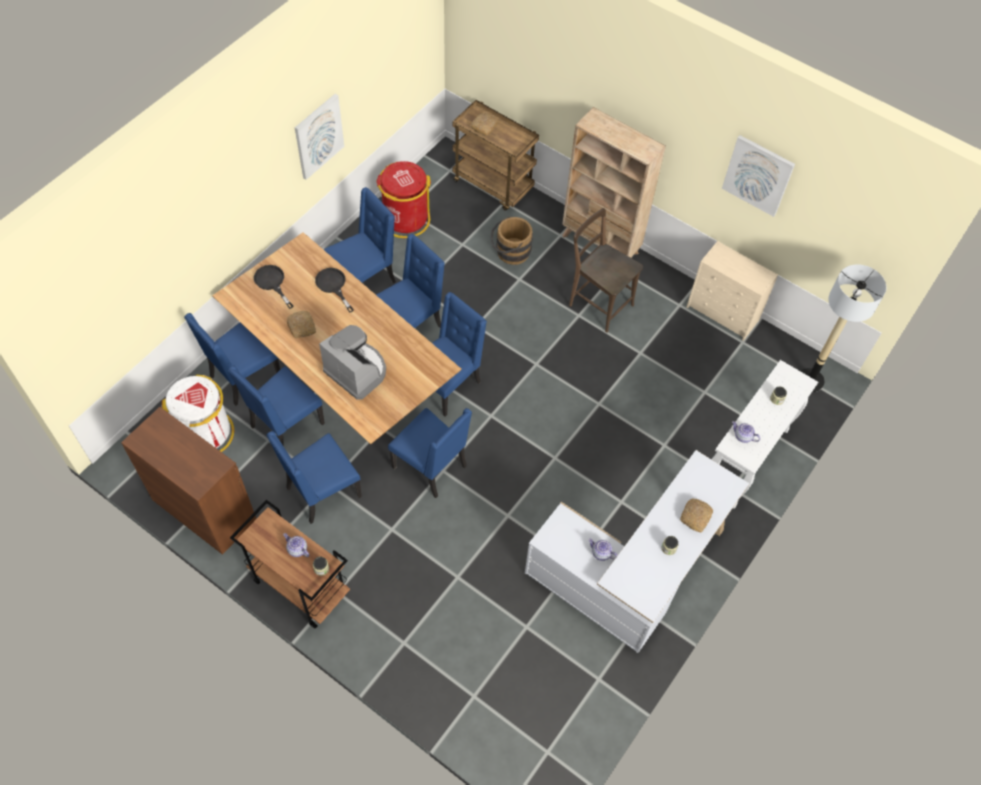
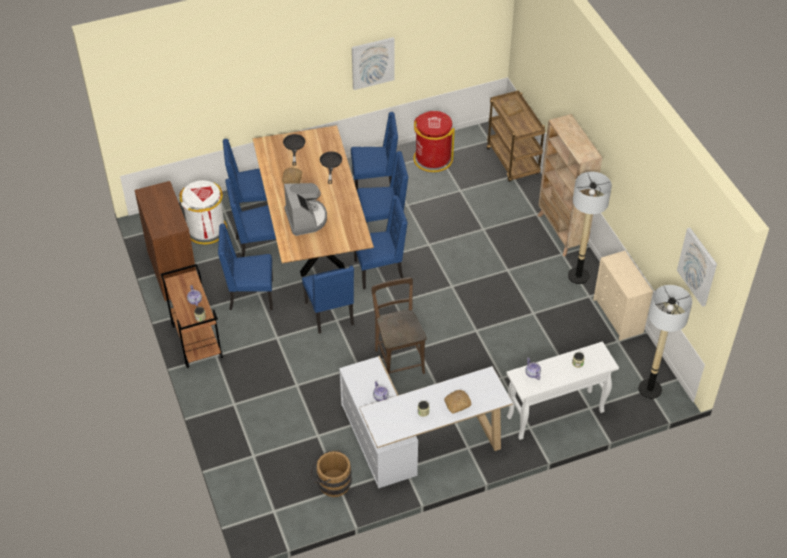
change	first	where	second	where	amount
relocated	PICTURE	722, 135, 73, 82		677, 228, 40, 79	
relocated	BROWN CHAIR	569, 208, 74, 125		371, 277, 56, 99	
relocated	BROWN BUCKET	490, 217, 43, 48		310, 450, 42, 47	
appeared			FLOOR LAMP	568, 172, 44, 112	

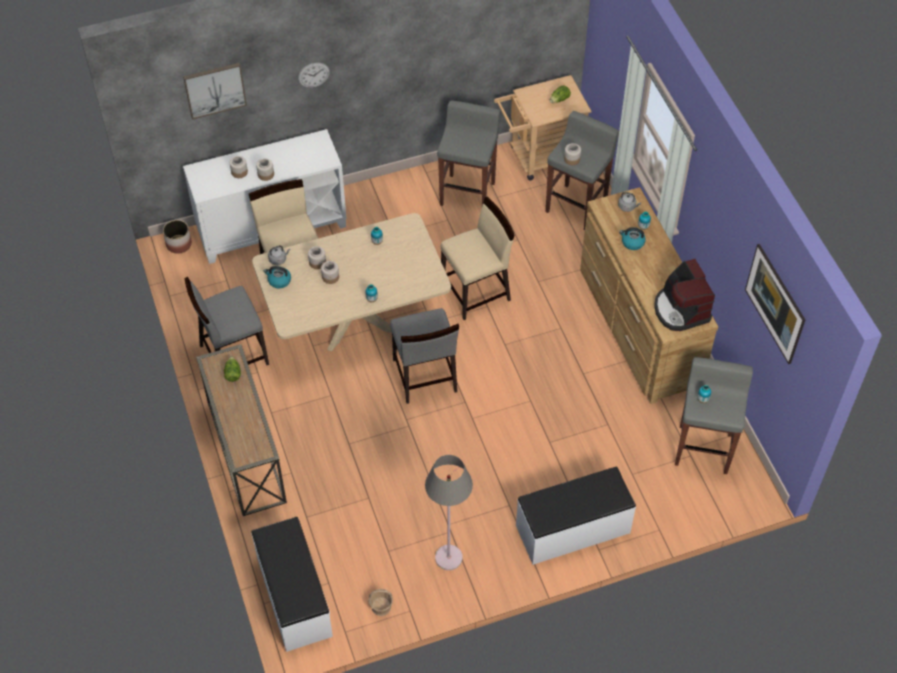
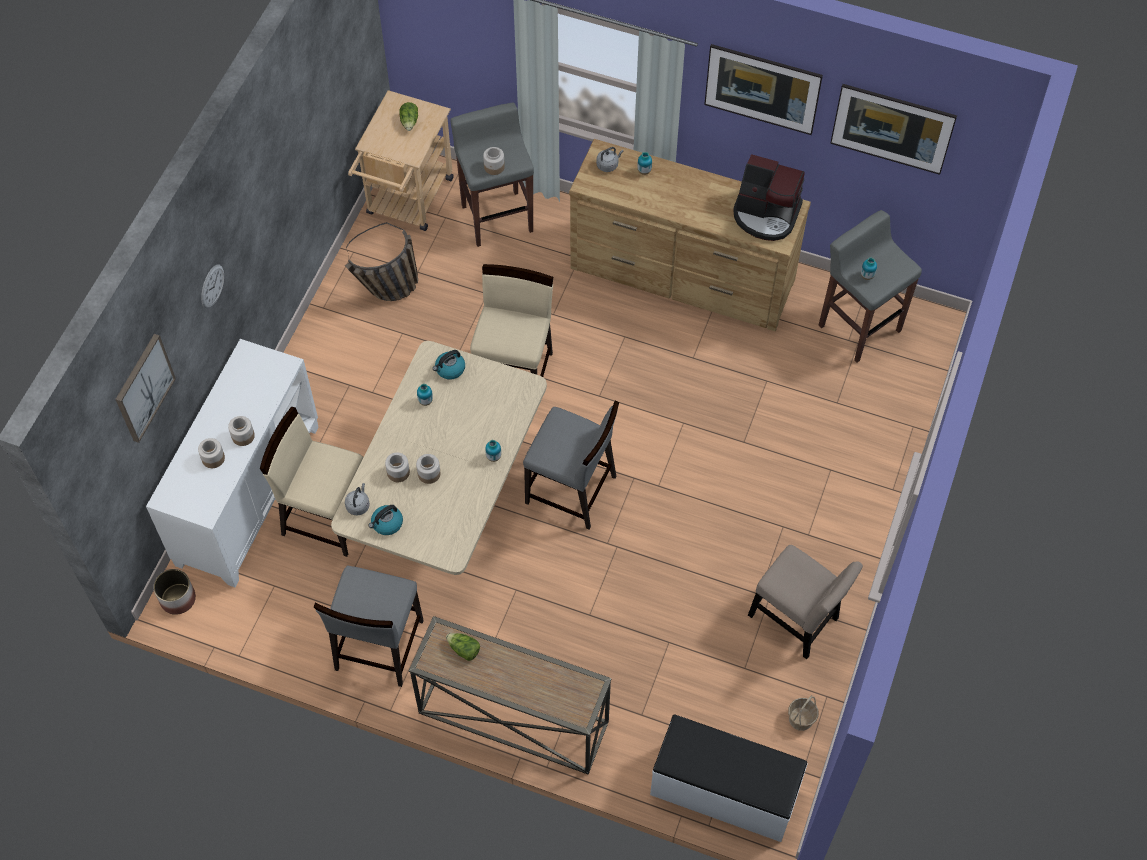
change	first	where	second	where	amount
exchanged	GREY STOOL	437, 101, 63, 105	BASKET	345, 222, 73, 79	
relocated	KETTLE	619, 227, 27, 23		433, 350, 32, 30	
exchanged	GREY FLOOR LAMP	425, 455, 48, 115	BEIGE CHAIR	748, 545, 115, 114	
missing	WHITE BENCH	516, 467, 120, 98			
appeared			PICTURE	704, 44, 119, 91	

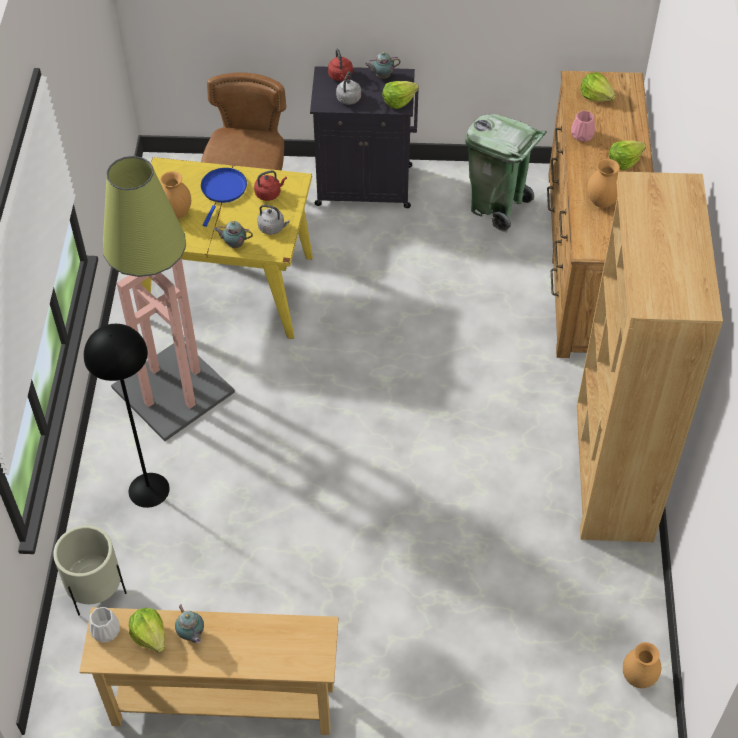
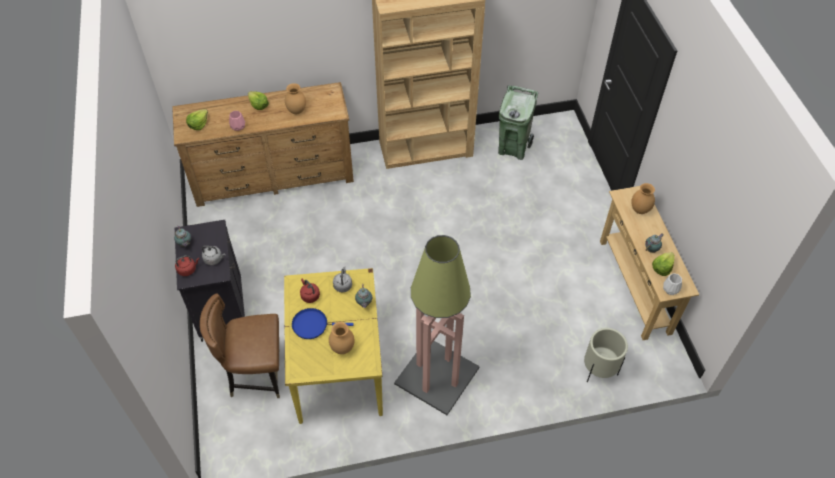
change	first	where	second	where	amount
missing	LETTUCE	382, 81, 37, 28			
relocated	GREEN TRASH CAN	465, 114, 82, 118		498, 85, 40, 75	
missing	BLACK FLOOR LAMP	84, 324, 86, 184			
relocated	BROWN VASE	623, 642, 38, 46		631, 183, 24, 31	

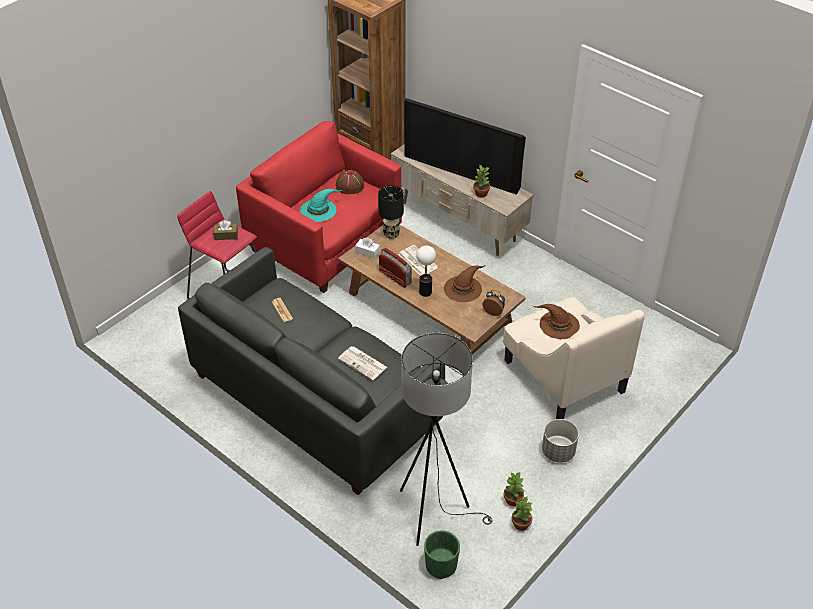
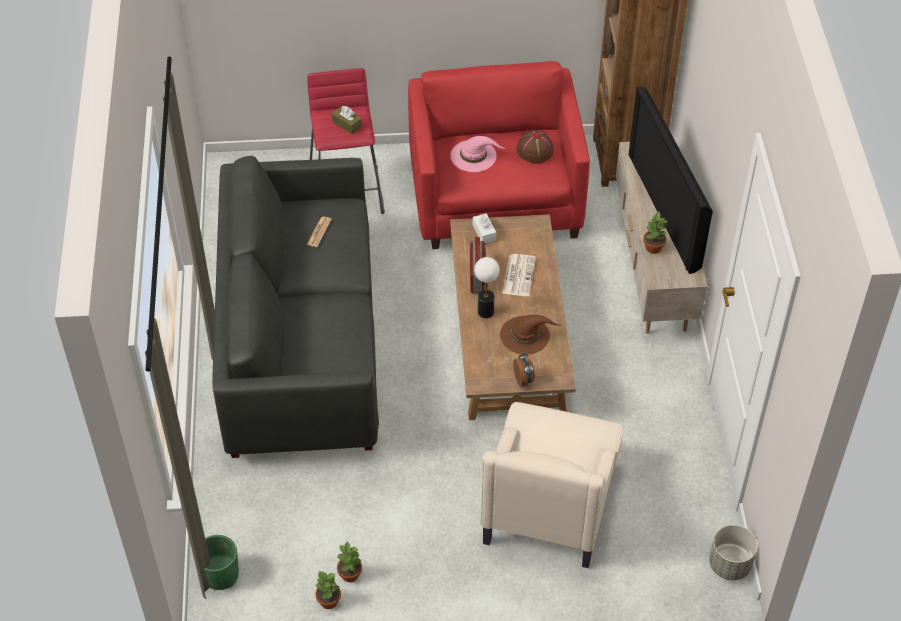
change	first	where	second	where	amount
missing	BLACK TABLE LAMP	378, 185, 26, 54			
colour	TURQUOISE HAT	300, 189, 42, 33	PINK HAT	450, 136, 56, 36	
missing	BROWN HAT	533, 304, 47, 35			
missing	GREY FLOOR LAMP	400, 333, 93, 213			
missing	NEWSPAPER	338, 346, 49, 34			
relocated	GREY PLANTER	542, 419, 37, 44		709, 525, 49, 55	

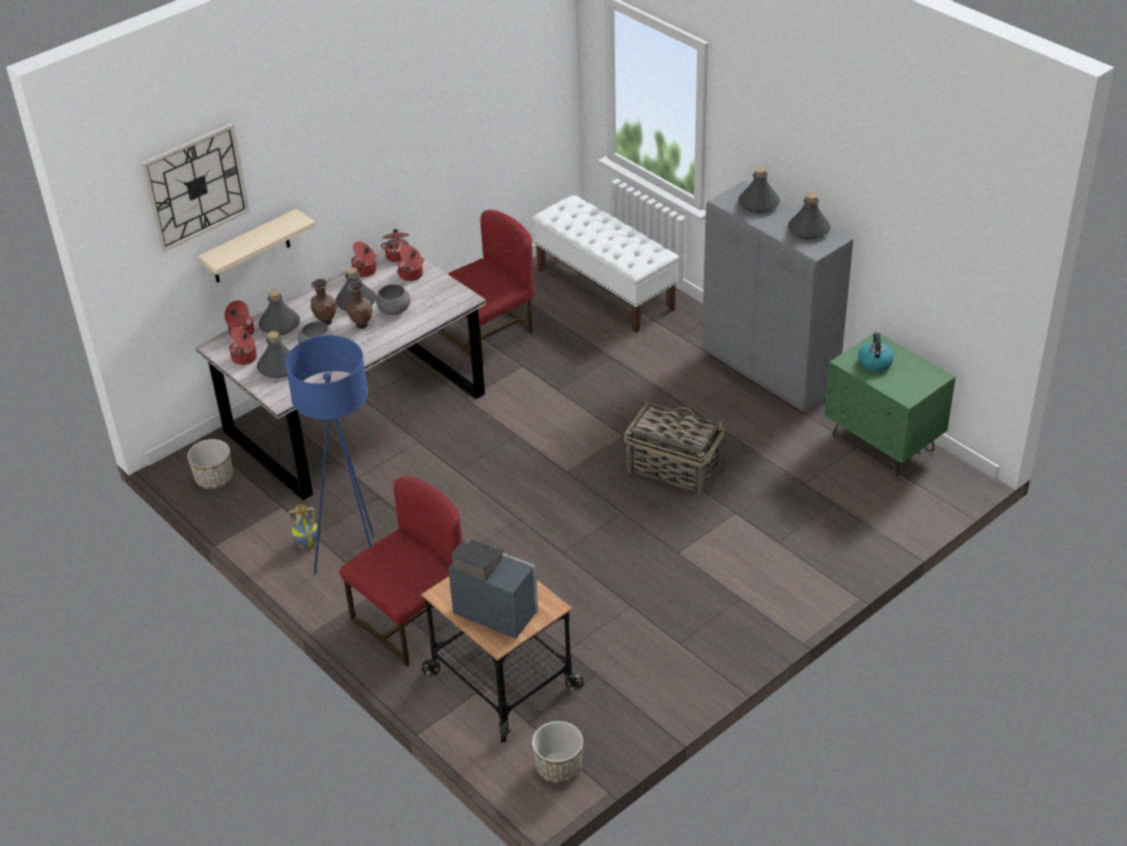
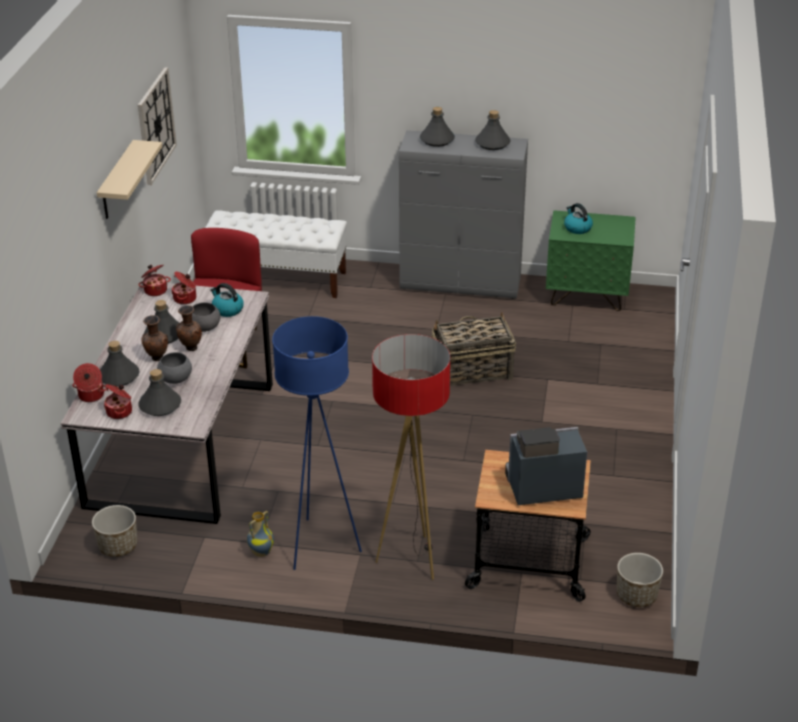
change	first	where	second	where	amount
relocated	WALL CLOCK	141, 123, 109, 129		138, 68, 39, 117	
relocated	BEIGE SHELF	197, 209, 119, 74		97, 140, 66, 79	
missing	COOKING POT	351, 241, 25, 36			
exchanged	RED CHAIR	340, 476, 122, 190	FLOOR LAMP	372, 334, 78, 246	
appeared			KETTLE	210, 283, 34, 34	

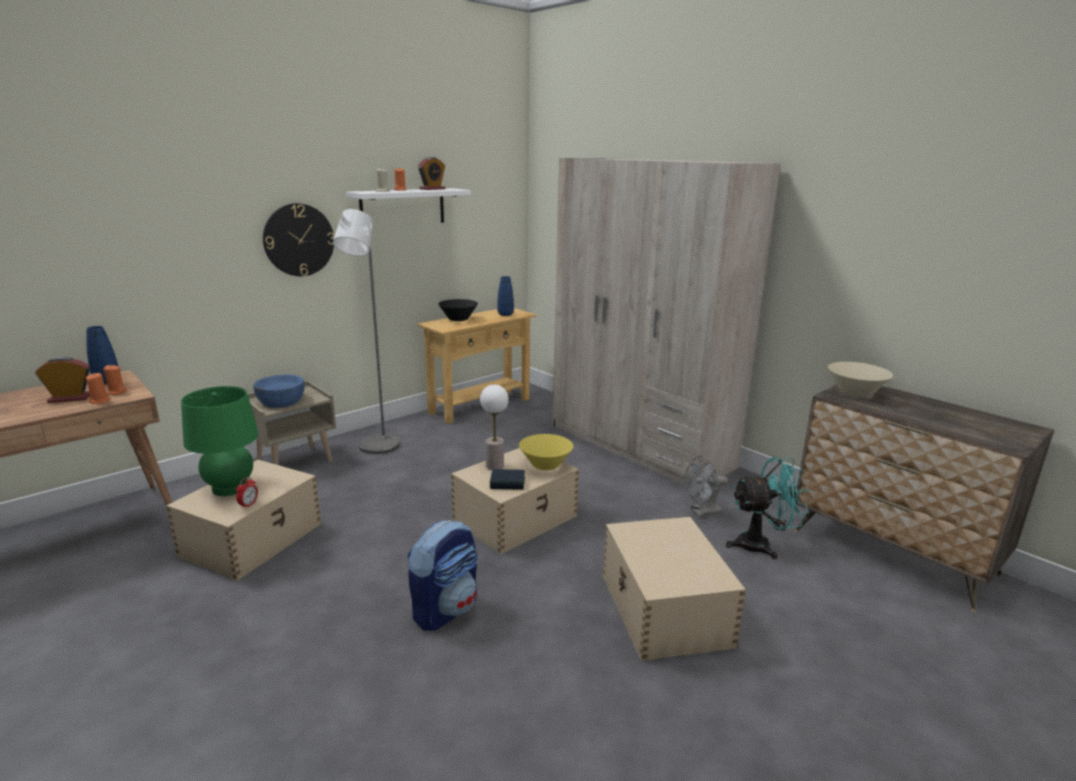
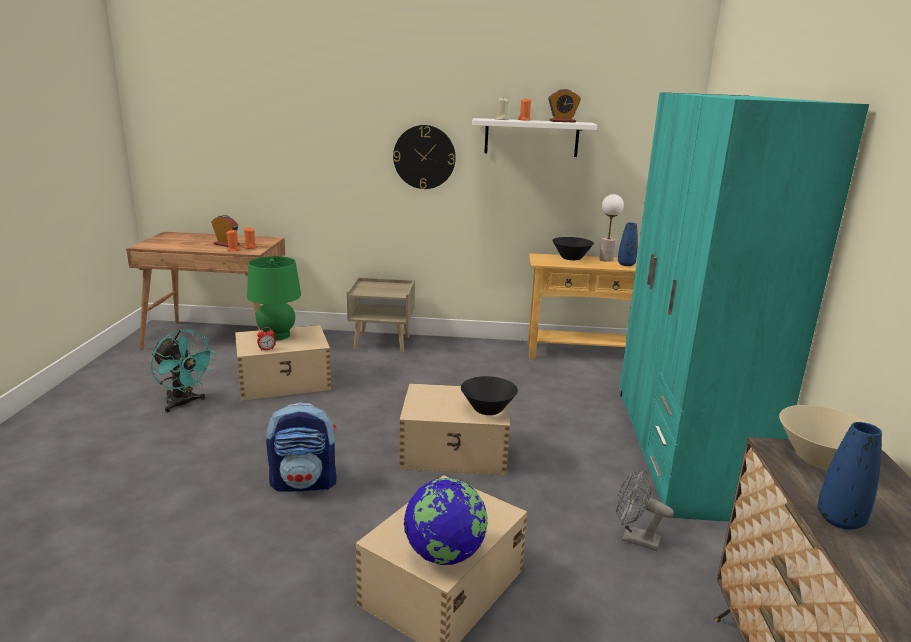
change	first	where	second	where	amount
colour	BEIGE WARDROBE	553, 158, 227, 328	TURQUOISE WARDROBE	620, 92, 249, 430	
missing	GREY FLOOR LAMP	333, 209, 67, 245			
relocated	BLUE VASE	87, 326, 31, 58		817, 422, 65, 108	
missing	BLUE BOWL	253, 375, 51, 33			
relocated	TABLE LAMP	480, 385, 29, 85		599, 194, 25, 68	
colour	YELLOW BOWL	519, 434, 54, 36	BLACK BOWL	461, 376, 57, 39	
relocated	TURQUOISE FAN	726, 457, 83, 102		151, 330, 65, 83	
missing	BOOK	490, 469, 35, 21			
appeared			GLOBE	404, 478, 84, 87	

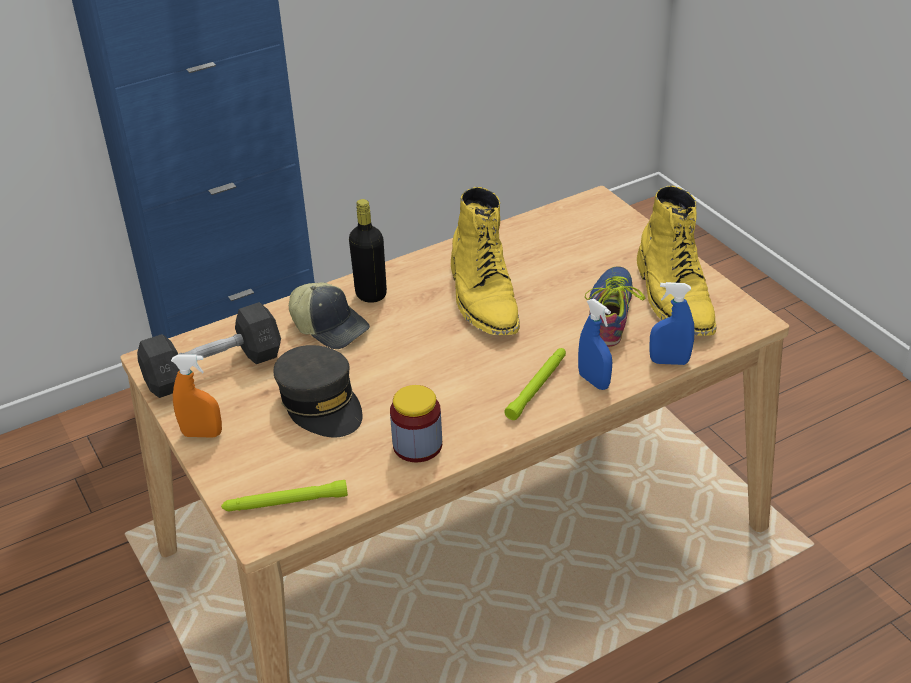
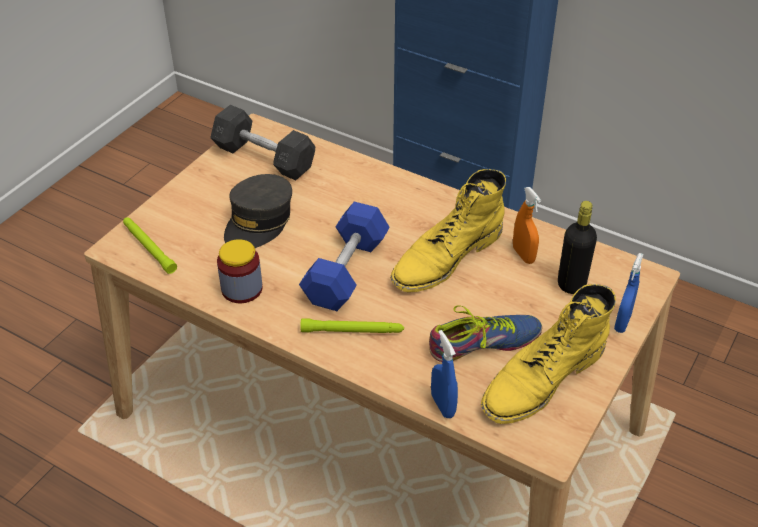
change	first	where	second	where	amount
relocated	BLACK BOTTLE	349, 199, 38, 104		558, 201, 39, 93	
missing	CAP	289, 282, 81, 67			
relocated	BLUE SPRAY BOTTLE	578, 299, 34, 91		614, 253, 30, 80	
relocated	ORANGE SPRAY BOTTLE	171, 354, 51, 84		513, 187, 28, 77	
appeared			BLUE DUMBBELL	299, 202, 91, 109	

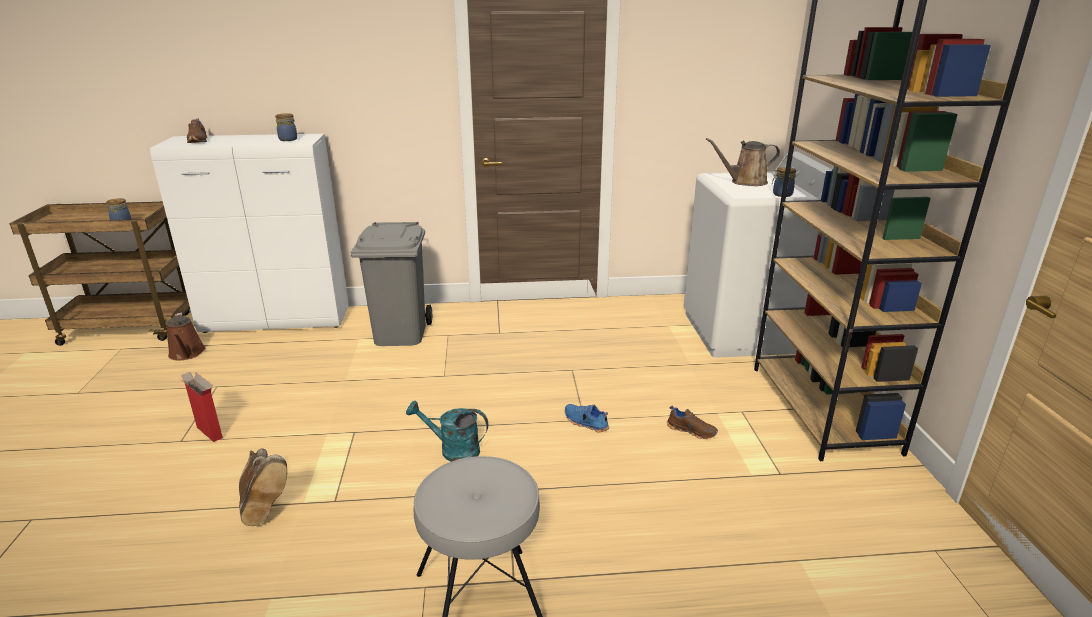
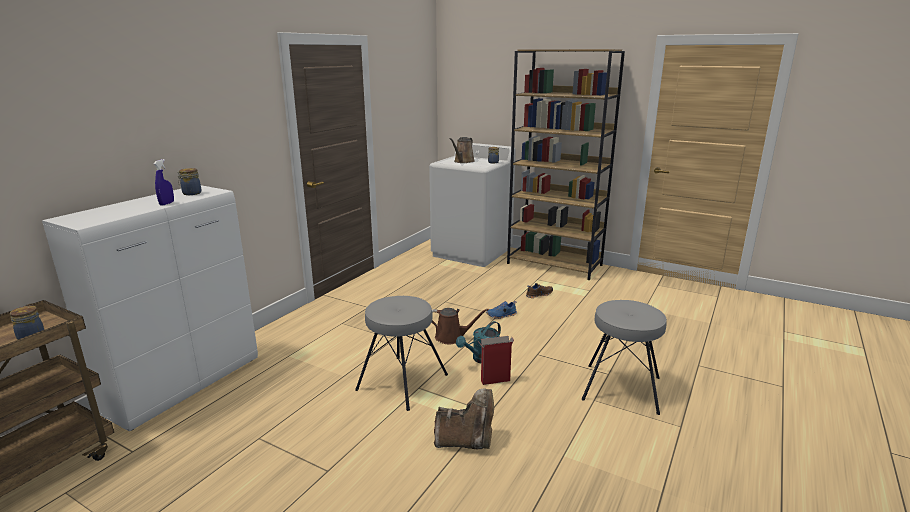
change	first	where	second	where	amount
missing	BROWN SHOE	187, 119, 20, 24			
missing	GREY TRASH CAN	351, 222, 81, 124			
relocated	BROWN WATERING CAN	166, 312, 39, 49		432, 308, 57, 36	
relocated	CARDBOARD BOX	180, 372, 43, 70		478, 336, 36, 49	
appeared			BLUE SPRAY BOTTLE	153, 159, 21, 47	
appeared			GREY STOOL	355, 296, 93, 115	

